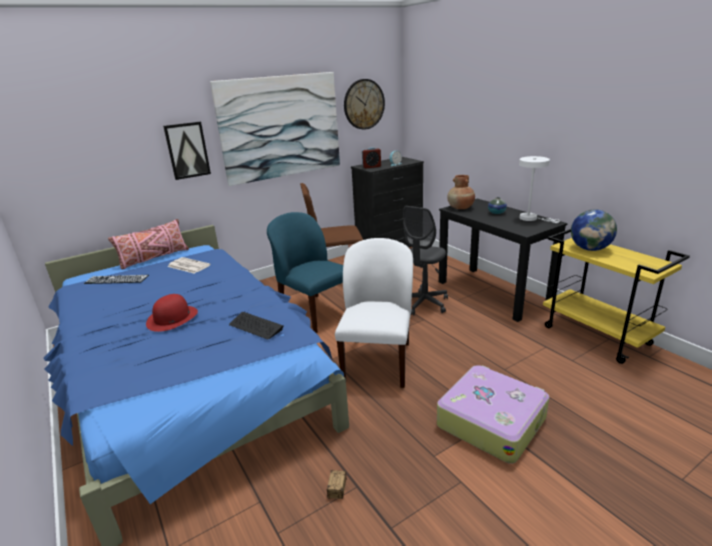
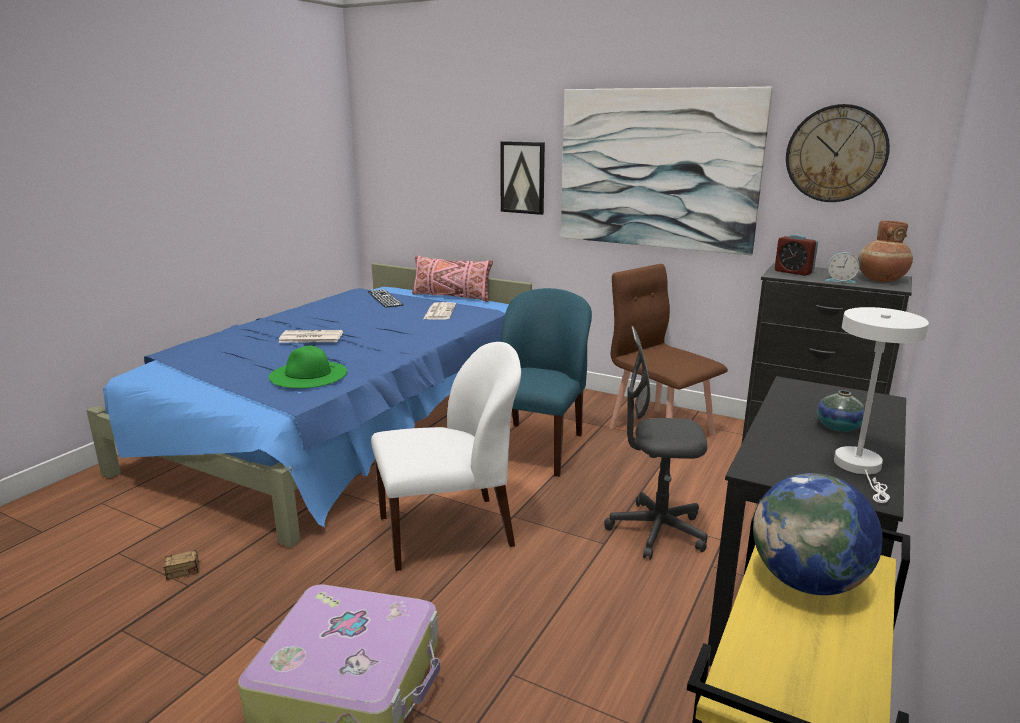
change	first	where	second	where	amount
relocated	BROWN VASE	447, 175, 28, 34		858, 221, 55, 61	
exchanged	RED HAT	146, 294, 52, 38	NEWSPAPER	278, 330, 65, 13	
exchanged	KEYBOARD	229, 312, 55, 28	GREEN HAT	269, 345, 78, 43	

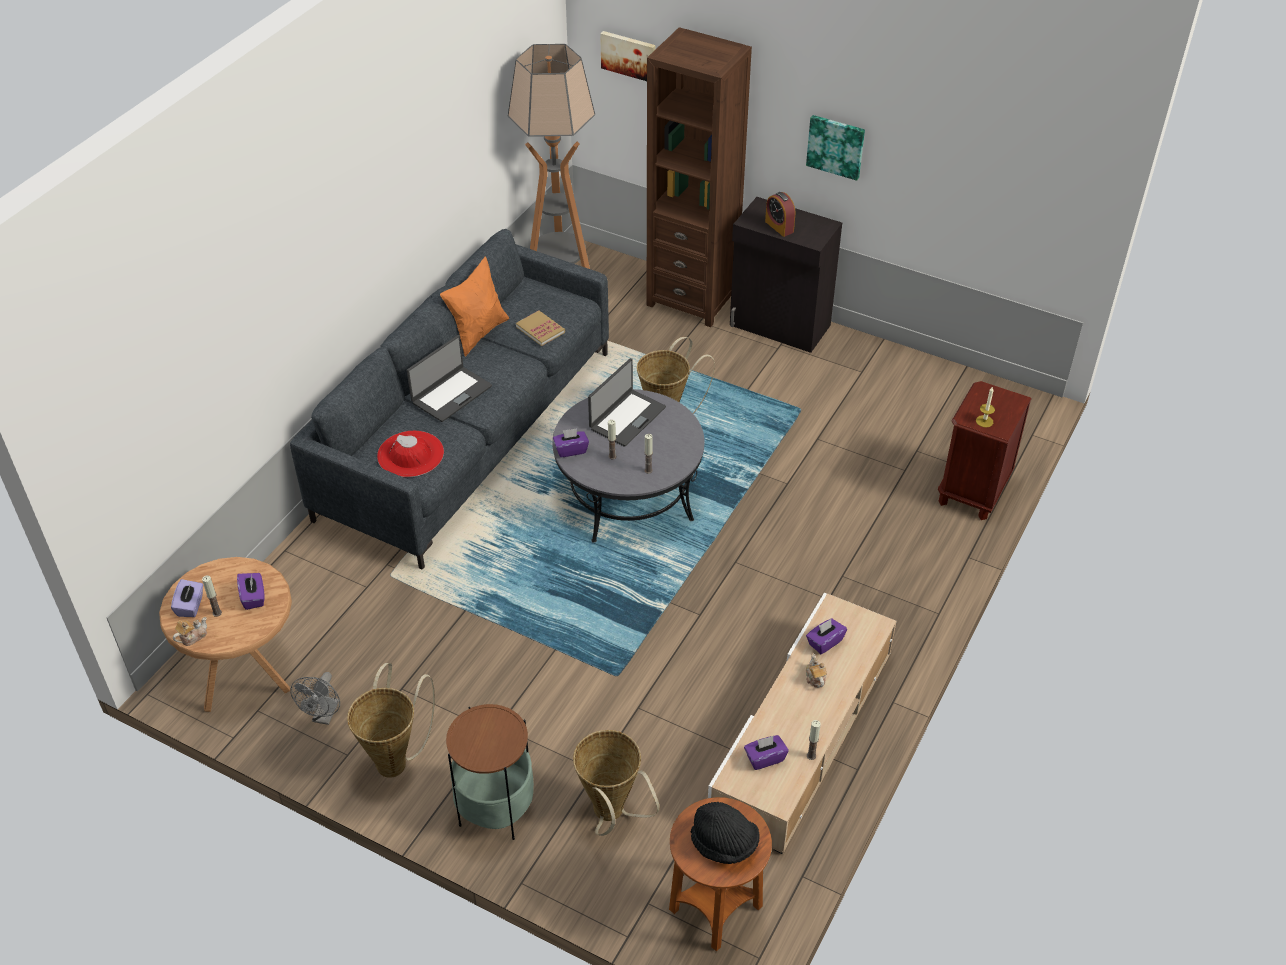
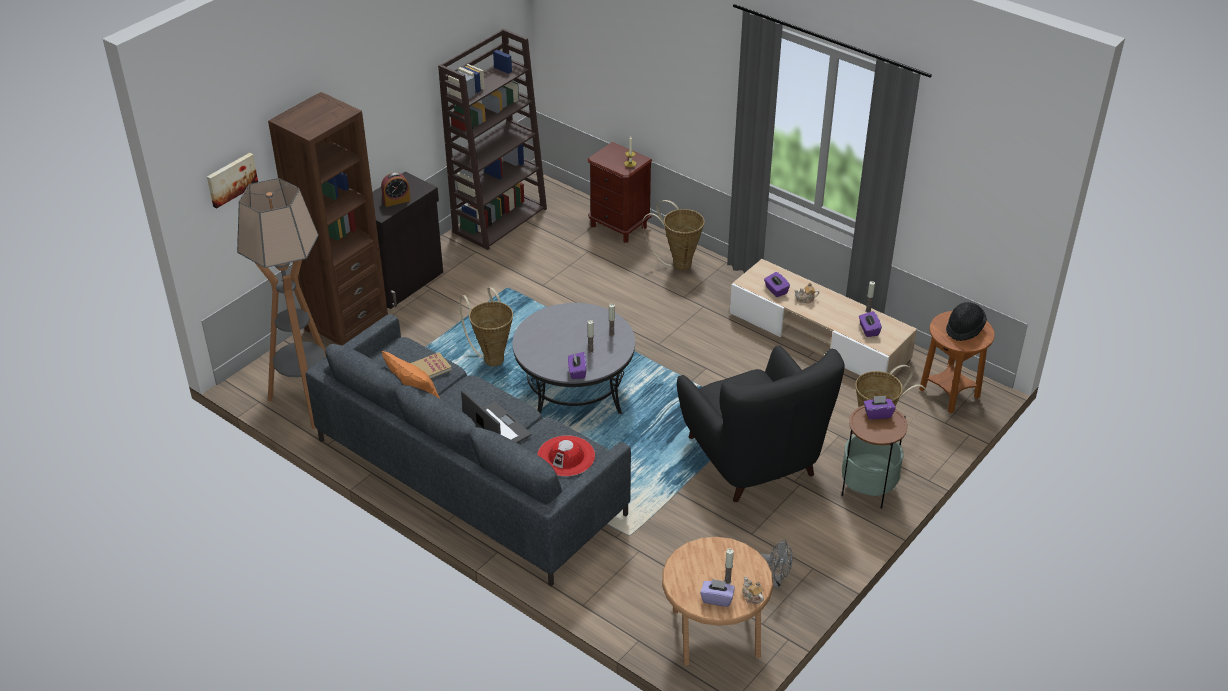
change	first	where	second	where	amount
missing	PICTURE	806, 115, 59, 66			
missing	LAPTOP	588, 358, 78, 89			
relocated	PURPLE TISSUE BOX	237, 573, 27, 37		864, 396, 32, 24	
relocated	BASKET	347, 663, 88, 115		643, 200, 62, 70	
appeared			BROWN BOOKCASE	438, 29, 109, 221	
appeared			BLACK ARMCHAIR	677, 345, 168, 157	

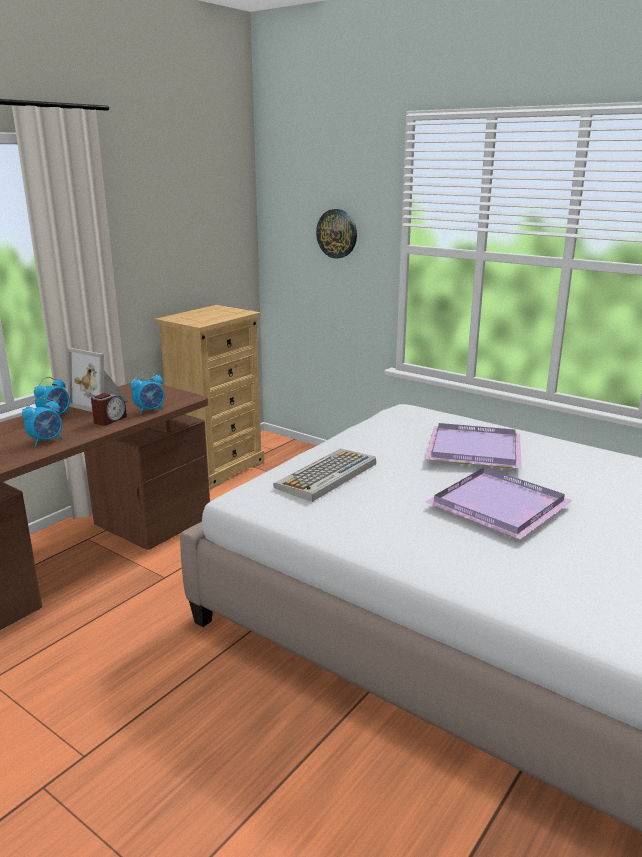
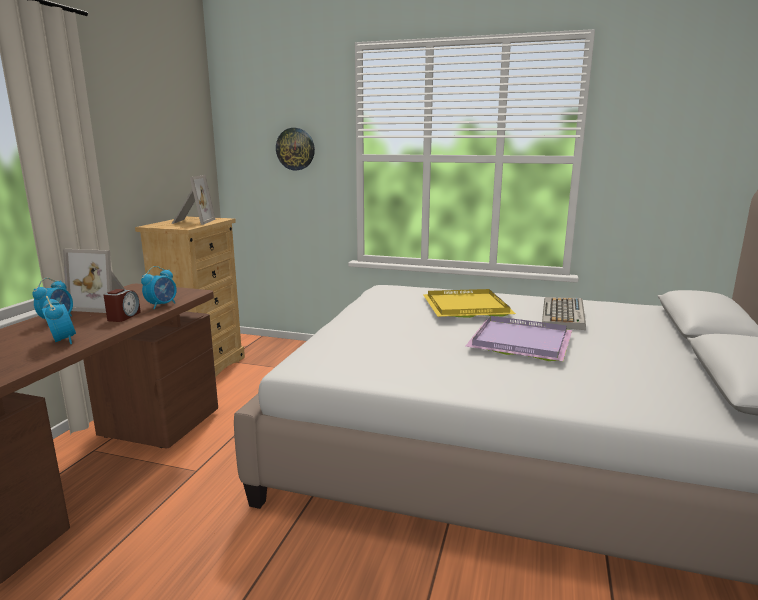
change	first	where	second	where	amount
spun	ALARM CLOCK	22, 398, 40, 48		42, 296, 34, 48	60 degrees counterclockwise
colour	PURPLE TRAY	425, 423, 97, 46	YELLOW TRAY	423, 289, 93, 29	
relocated	KEYBOARD	273, 449, 103, 53		542, 297, 44, 33	
appeared			PICTURE FRAME	172, 175, 44, 50	

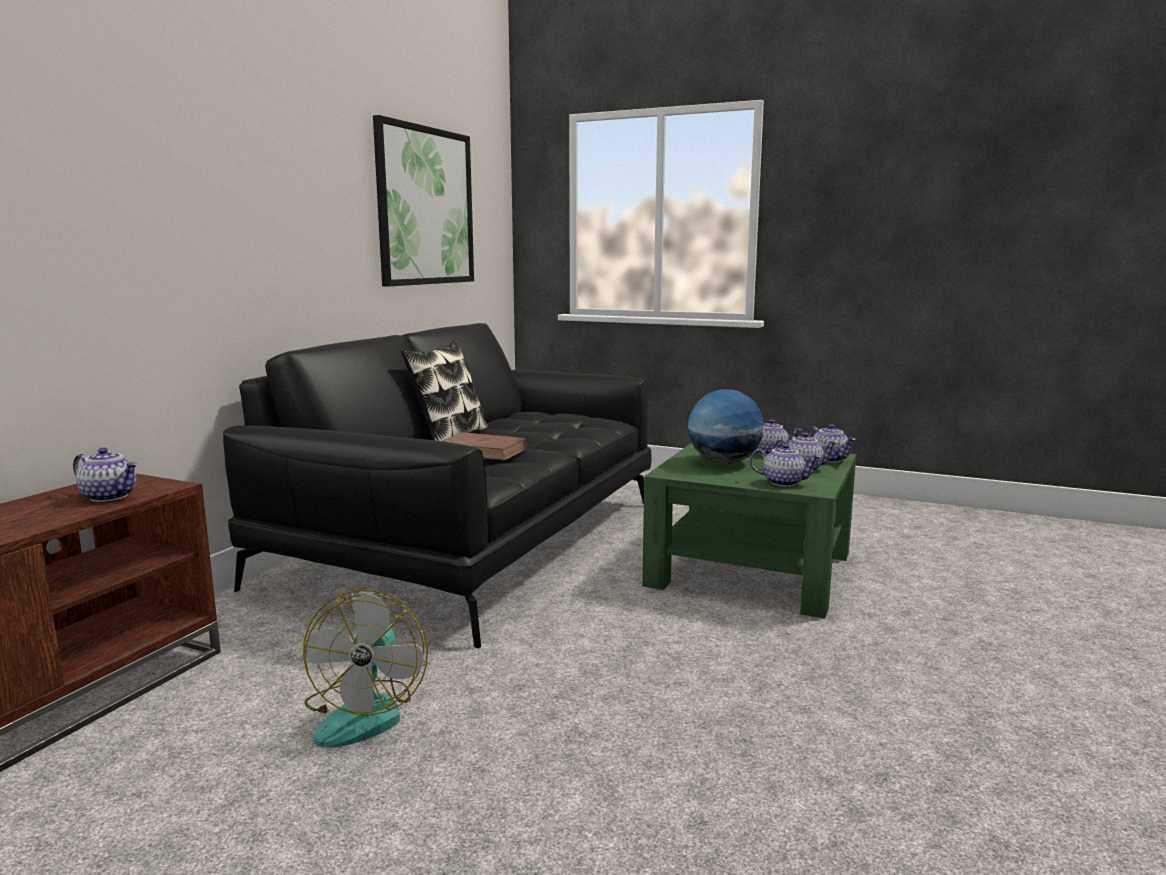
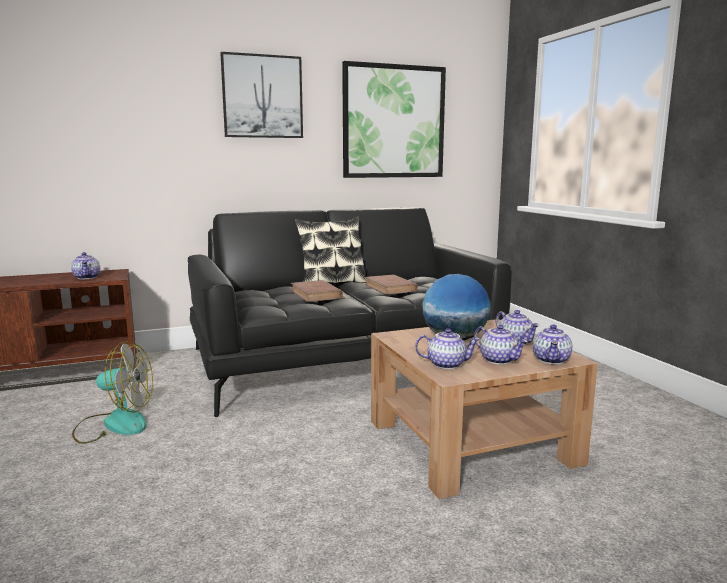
change	first	where	second	where	amount
colour	GREEN COFFEE TABLE	642, 443, 214, 176	BROWN COFFEE TABLE	371, 319, 227, 180	
spun	TEAPOT	750, 443, 71, 44		415, 328, 65, 41	60 degrees counterclockwise
spun	FAN	303, 590, 125, 158		72, 342, 81, 102	135 degrees counterclockwise
appeared			PICTURE	220, 52, 83, 86	
appeared			BROWN BOOK	364, 275, 54, 20	

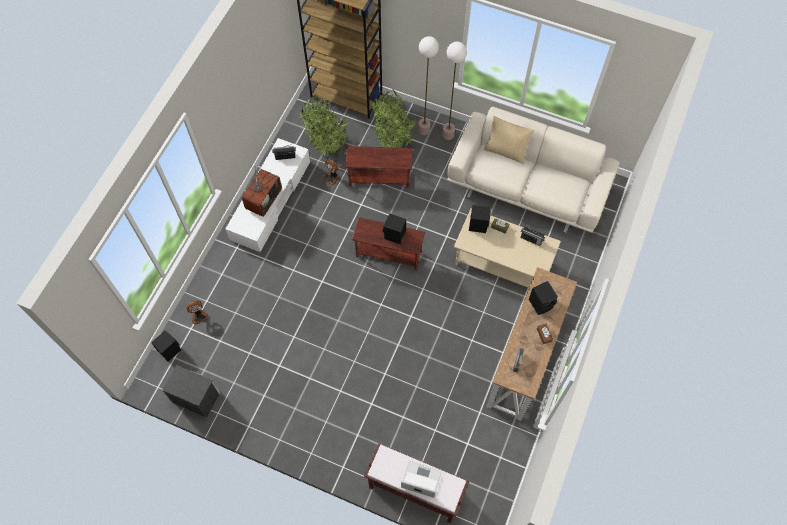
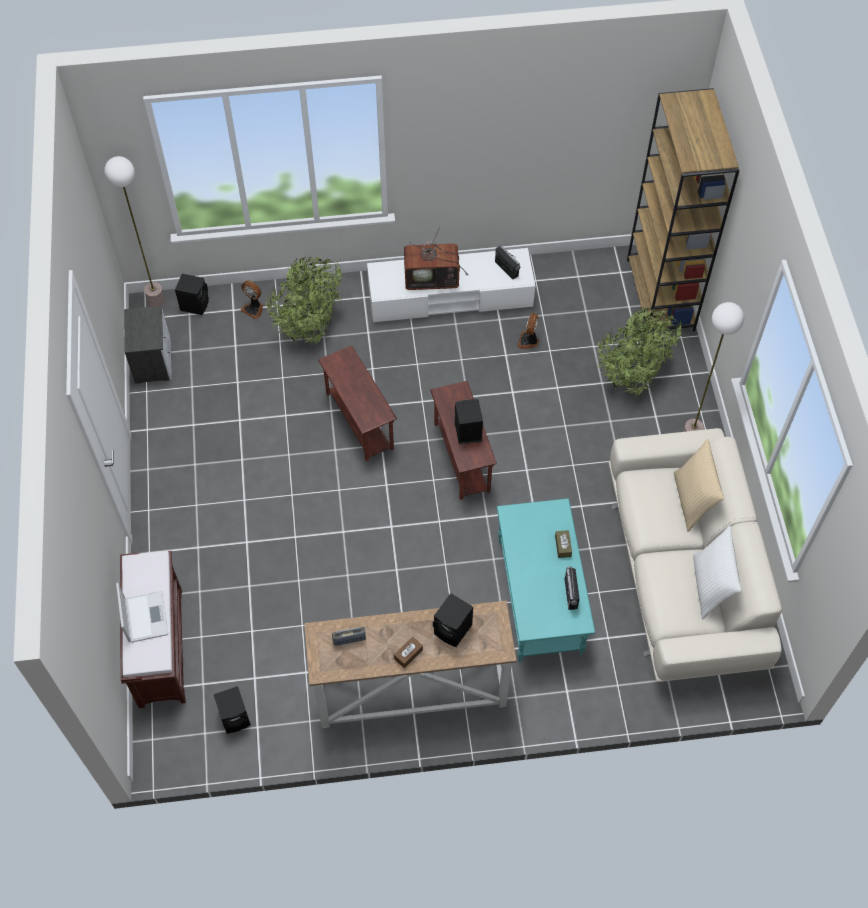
change	first	where	second	where	amount
relocated	FLOOR LAMP	418, 36, 21, 99		104, 156, 61, 151	
relocated	POTTED PLANT	299, 95, 51, 61		265, 256, 78, 90	
relocated	BROWN SIDE TABLE	345, 146, 68, 42		318, 345, 79, 116	
relocated	BLACK SPEAKER	469, 205, 22, 28		214, 686, 37, 48	
colour	BEIGE COFFEE TABLE	454, 208, 107, 80	TURQUOISE COFFEE TABLE	497, 498, 98, 164	
appeared			WHITE PILLOW	693, 526, 48, 93	

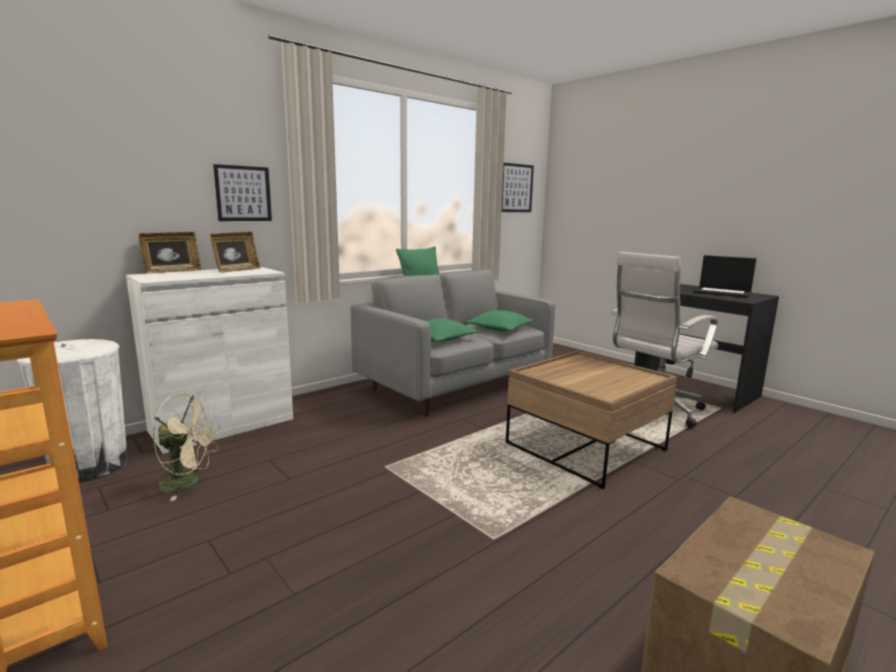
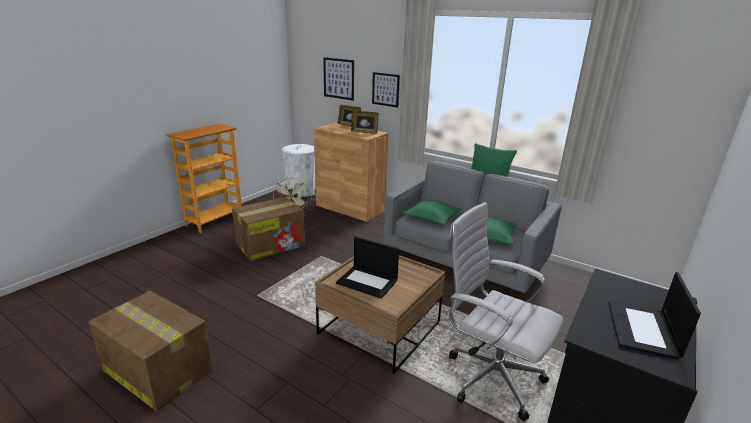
change	first	where	second	where	amount
relocated	PICTURE	502, 163, 32, 49		323, 57, 31, 44	
colour	WHITE CABINET	126, 267, 167, 187	BROWN CABINET	314, 123, 74, 99	
appeared			CARDBOARD BOX	232, 197, 73, 64	
appeared			LAPTOP	336, 236, 63, 63	

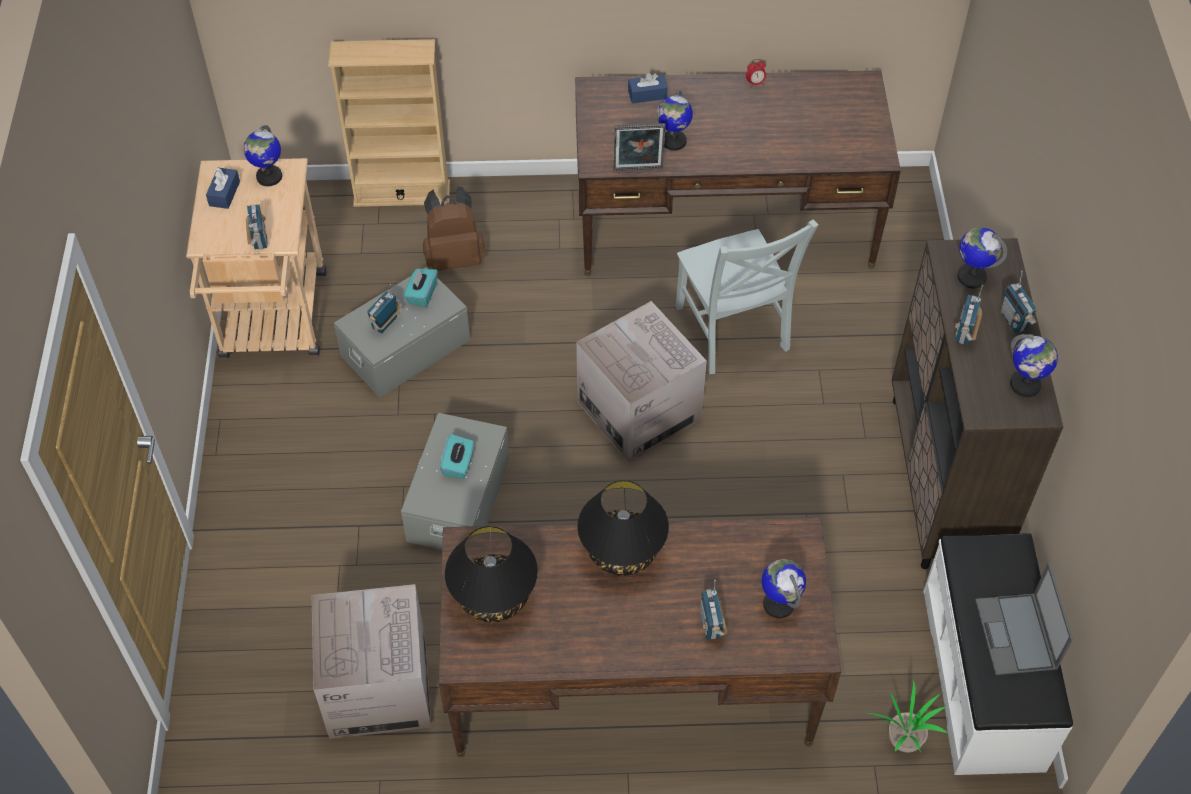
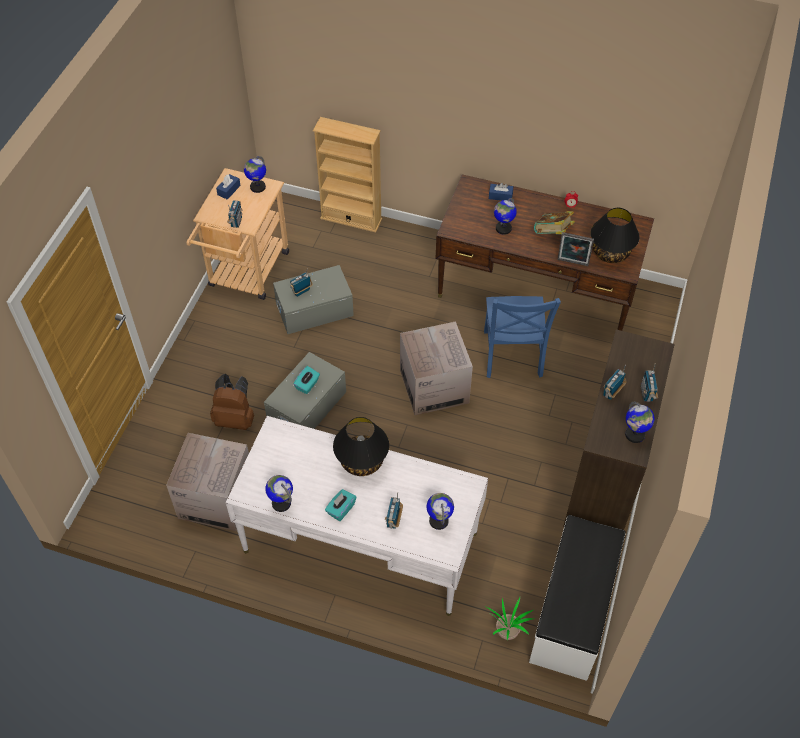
change	first	where	second	where	amount
relocated	PICTURE FRAME	614, 123, 51, 48		557, 232, 37, 34	
relocated	BROWN BACKPACK	423, 186, 62, 85		210, 374, 44, 56	
colour	GREY CHAIR	676, 220, 143, 154	BLUE CHAIR	484, 296, 77, 82	
relocated	GLOBE	957, 227, 50, 62		265, 475, 28, 37	
relocated	TURQUOISE TISSUE BOX	404, 269, 34, 38		325, 489, 31, 32	
colour	BROWN DESK	439, 517, 402, 240	WHITE DESK	226, 416, 262, 200	
relocated	BLACK TABLE LAMP	445, 526, 93, 97		590, 208, 49, 55	
missing	LAPTOP	975, 563, 98, 112			
appeared			BOOK	534, 211, 41, 23	

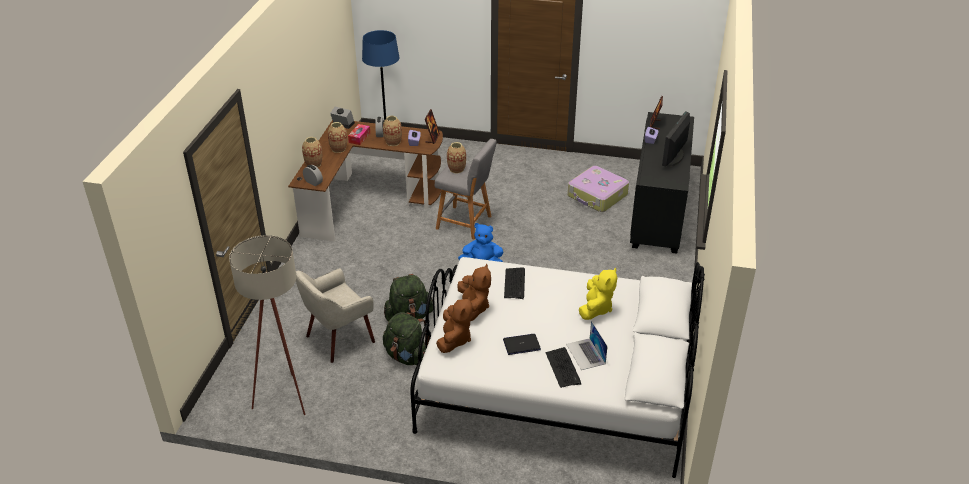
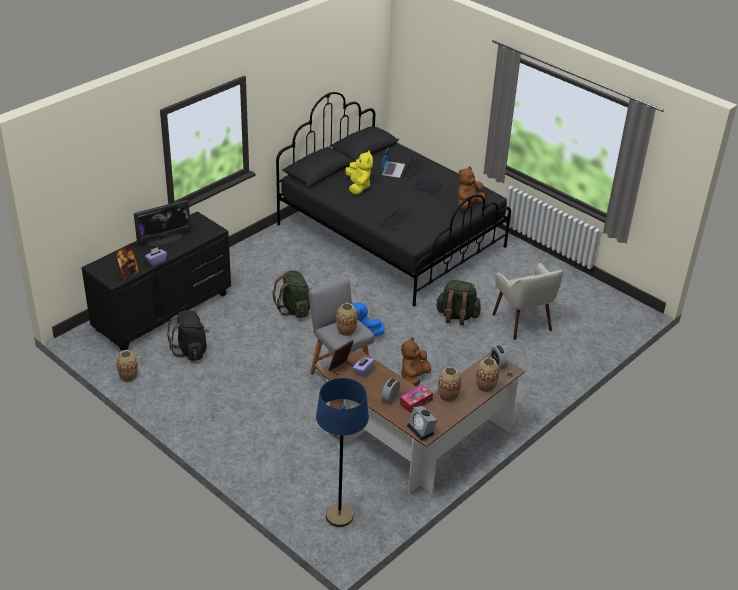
change	first	where	second	where	amount
relocated	VASE	383, 116, 19, 30		116, 350, 22, 32	
exchanged	SUITCASE	568, 166, 61, 46	BLACK BACKPACK	167, 310, 42, 51	
missing	BEIGE FLOOR LAMP	229, 235, 77, 180			
colour	WHITE BED	410, 257, 295, 221	BLACK BED	276, 92, 235, 214	
relocated	BROWN PLUSH TOY	457, 264, 34, 57		401, 337, 30, 49	
spun	BEIGE ARMCHAIR	296, 268, 79, 95		492, 263, 71, 77	75 degrees clockwise
spun	YELLOW PLUSH TOY	579, 268, 38, 52		345, 151, 28, 44	120 degrees clockwise
relocated	GREEN BACKPACK	383, 312, 48, 53		272, 271, 39, 47	

